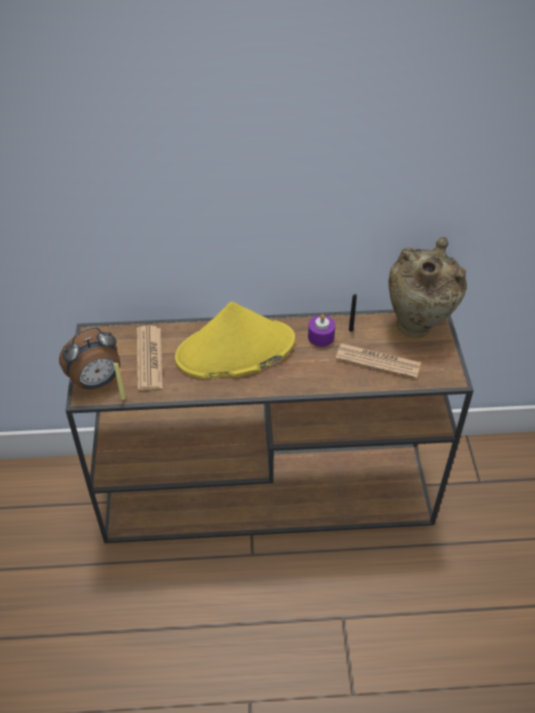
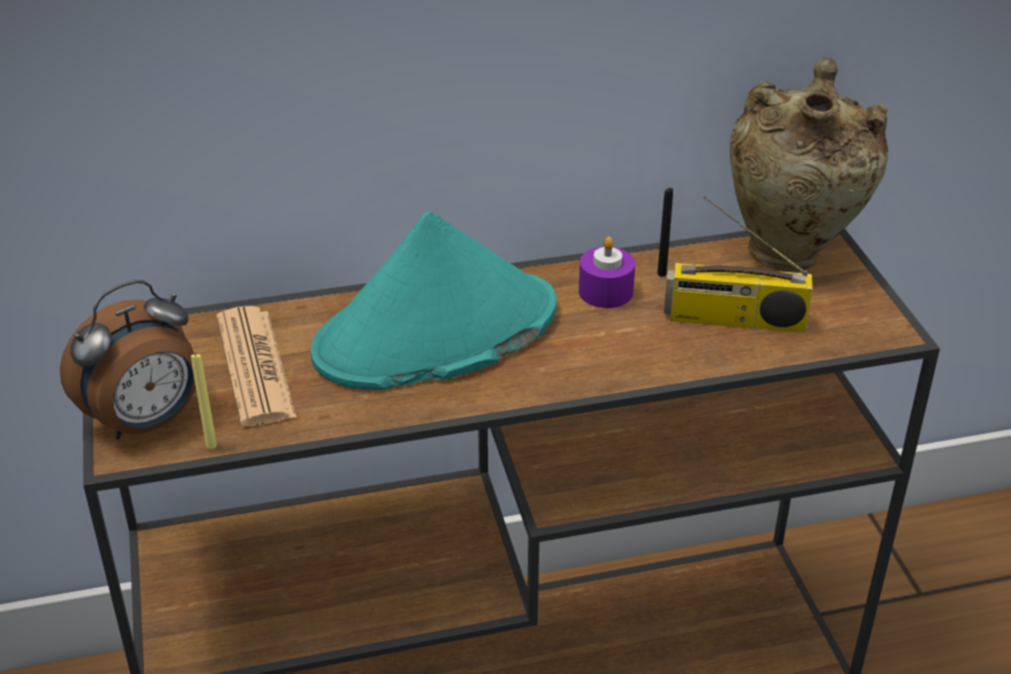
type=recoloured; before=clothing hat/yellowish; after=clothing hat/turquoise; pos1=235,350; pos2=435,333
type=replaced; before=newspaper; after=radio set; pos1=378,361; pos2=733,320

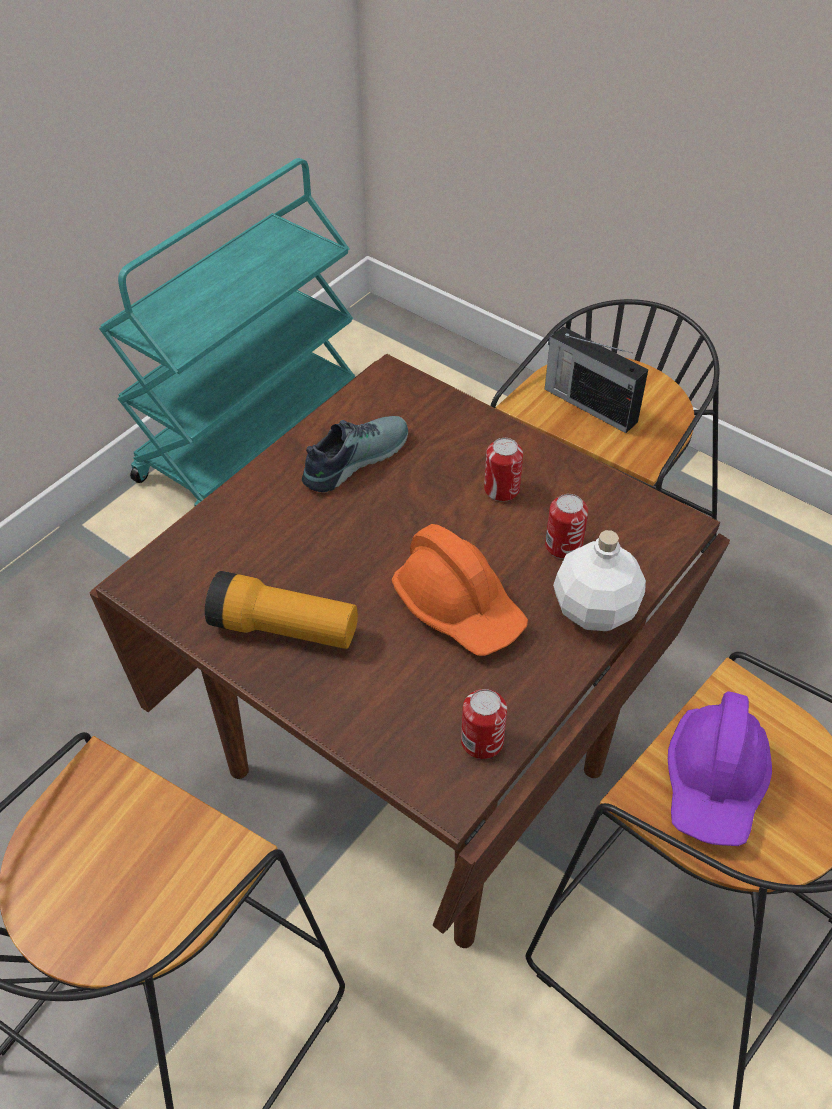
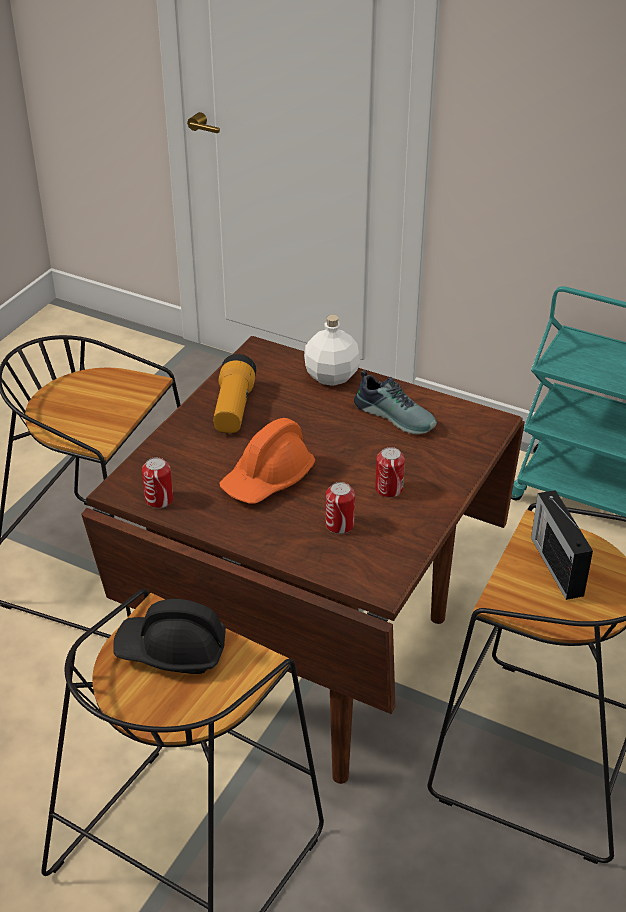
type=recoloured; before=safety helmet/purple; after=safety helmet/black; pos1=714,782; pos2=171,650
type=moved; before=beverage bottle/whitish; pos1=596,610; pos2=331,377
type=turned; before=radio set; pos1=589,404; pos2=556,565; turn=-45

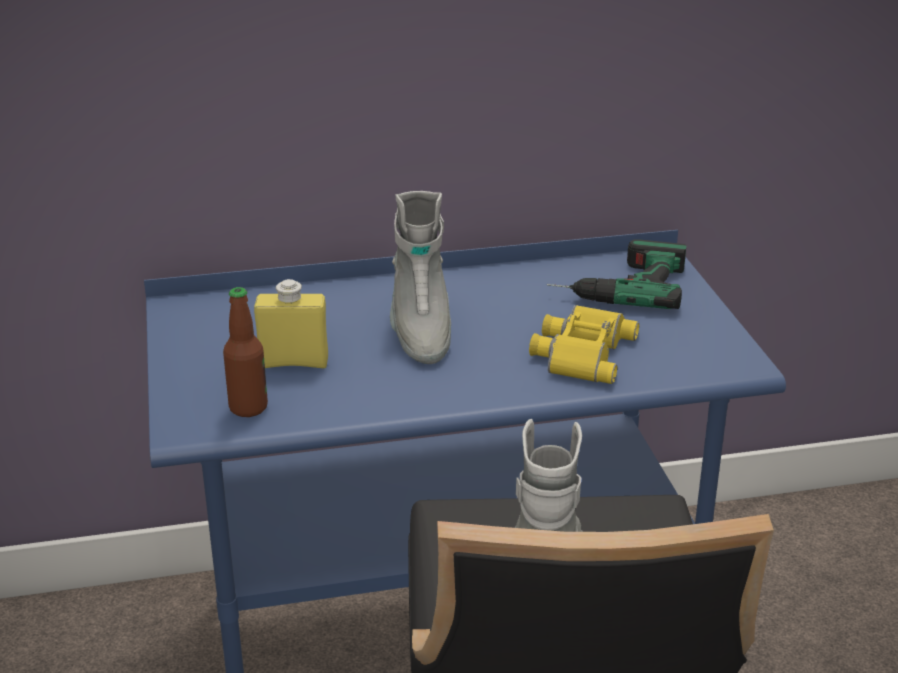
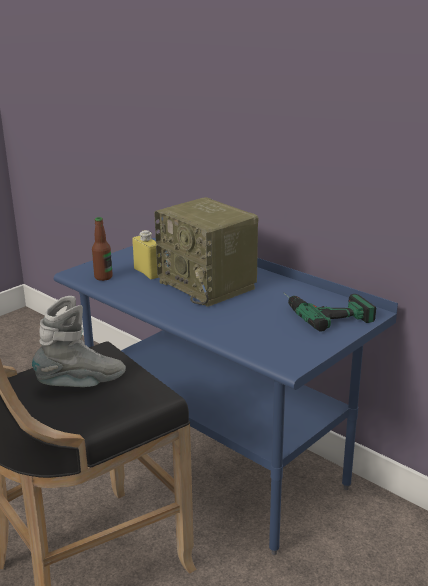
type=replaced; before=boot/grey; after=radio set; pos1=419,330; pos2=208,285
type=removed; before=pair of binoculars/yellowish; pos1=580,352

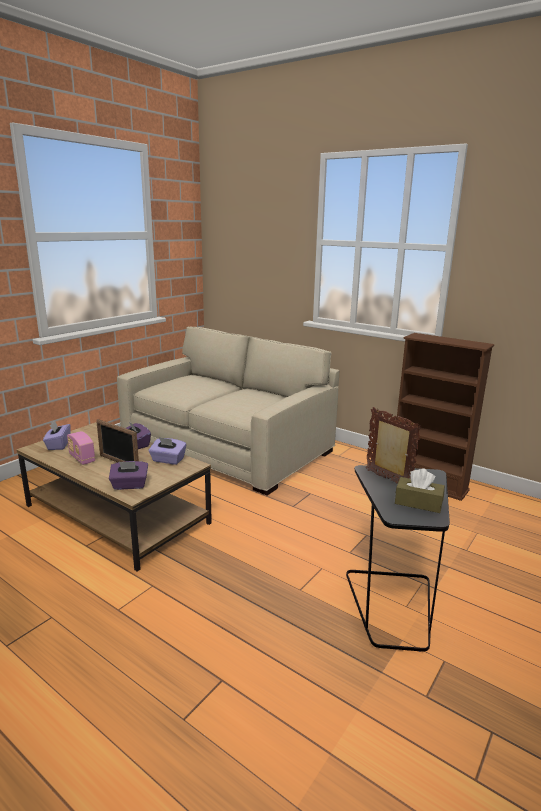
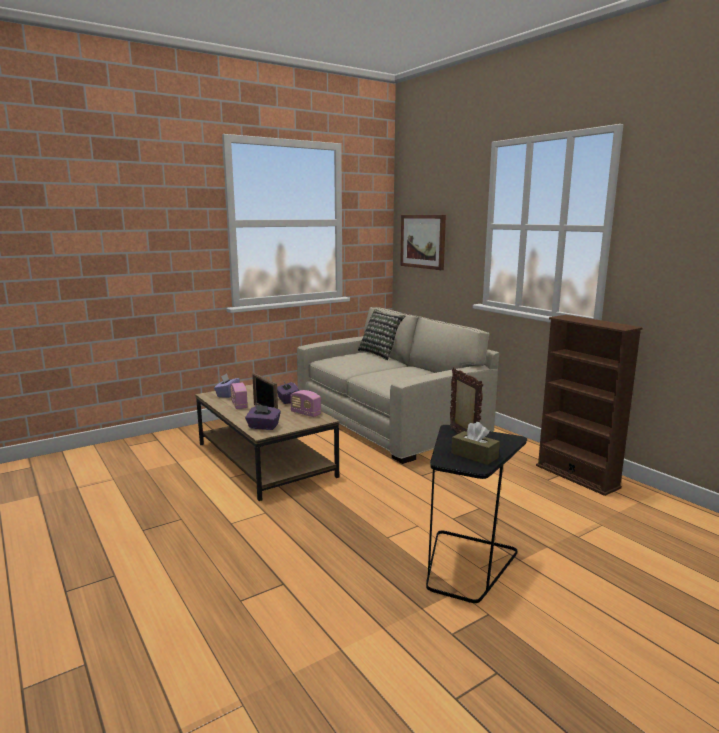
type=replaced; before=box of tissues/purple; after=radio set; pos1=168,460; pos2=305,413
type=added; after=throw pillow; pos2=381,353
type=added; after=wall picture; pos2=423,241

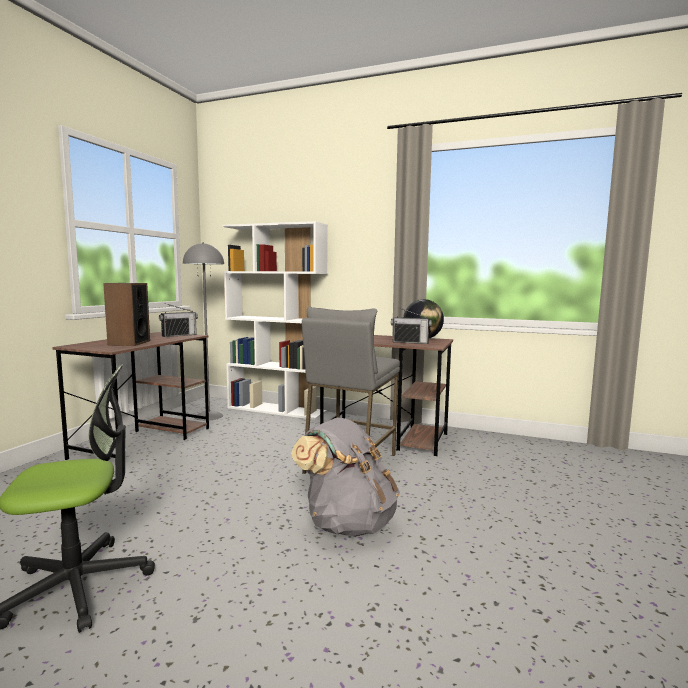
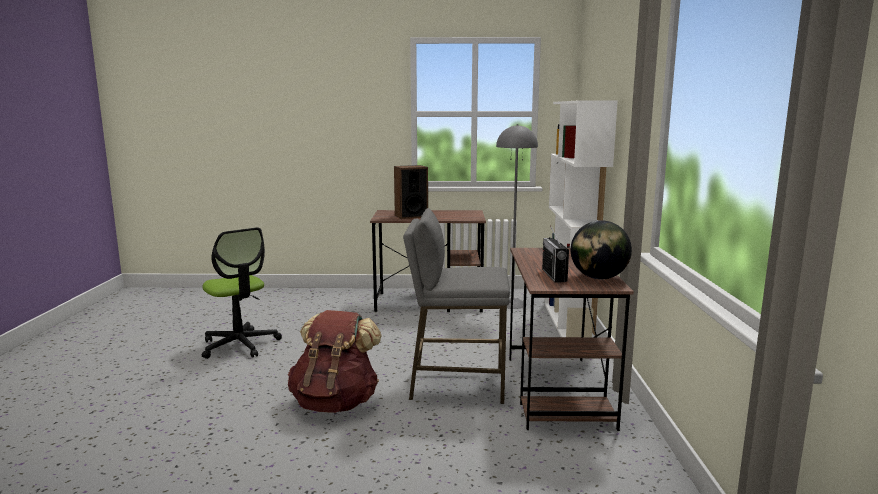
type=recoloured; before=rucksack/grey; after=rucksack/brown-coloured; pos1=347,523; pos2=336,403
type=removed; before=radio set; pos1=179,335

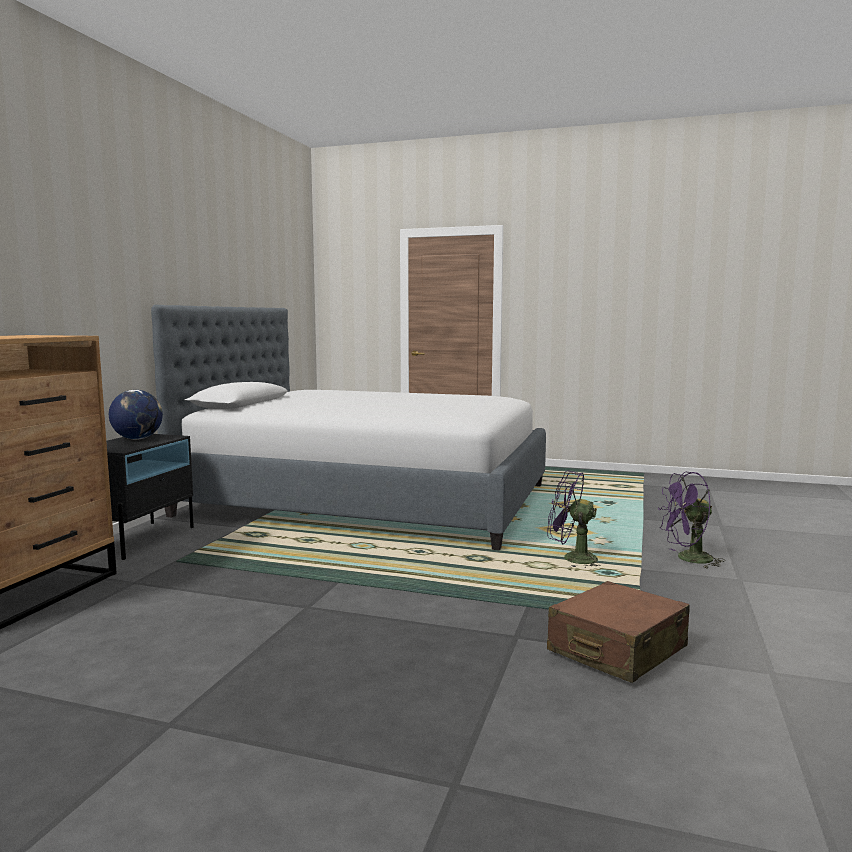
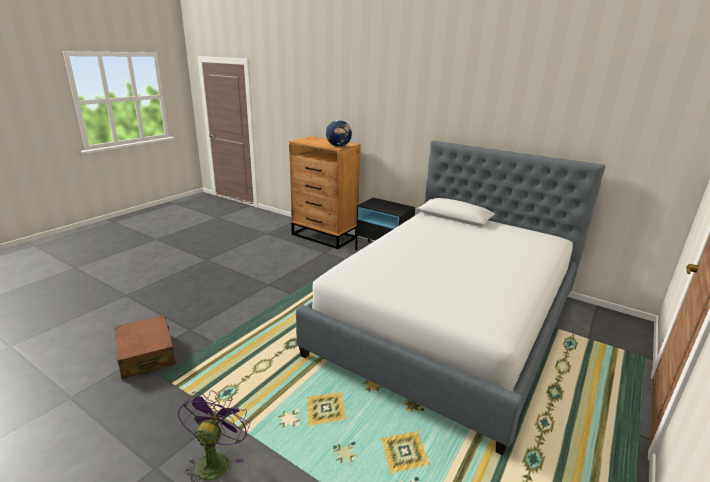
type=moved; before=world globe; pos1=137,439; pos2=338,146
type=removed; before=cooling fan/purple; pos1=572,559

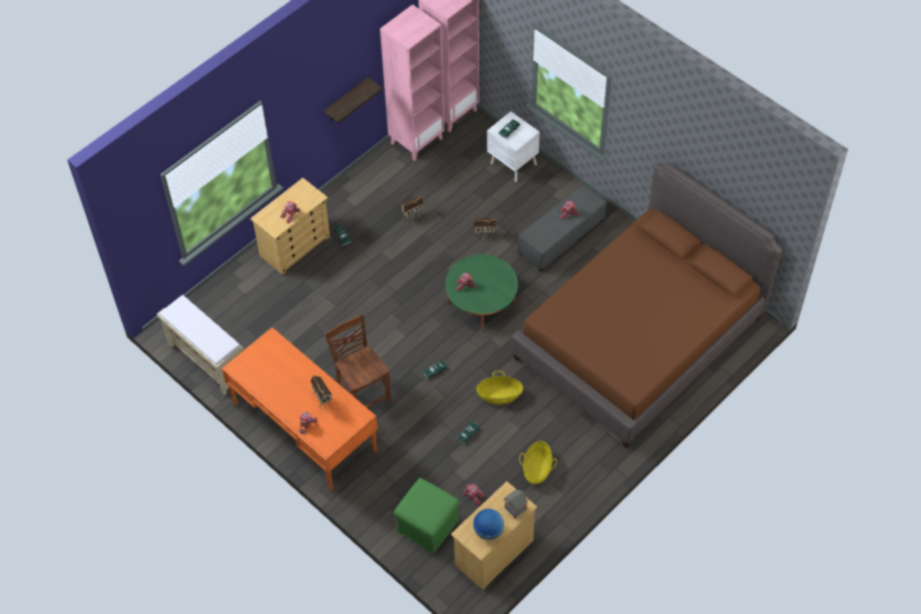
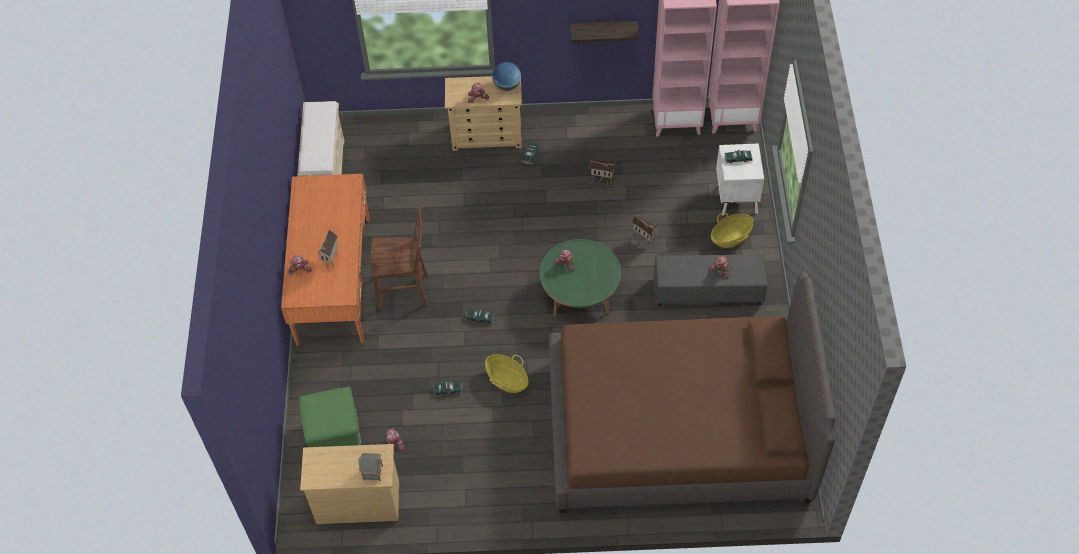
type=turned; before=upright chair/brown-coloured; pos1=362,394; pos2=404,291; turn=75
type=moved; before=world globe; pos1=488,531; pos2=507,86
type=moved; before=storage basket; pos1=537,469; pos2=730,237

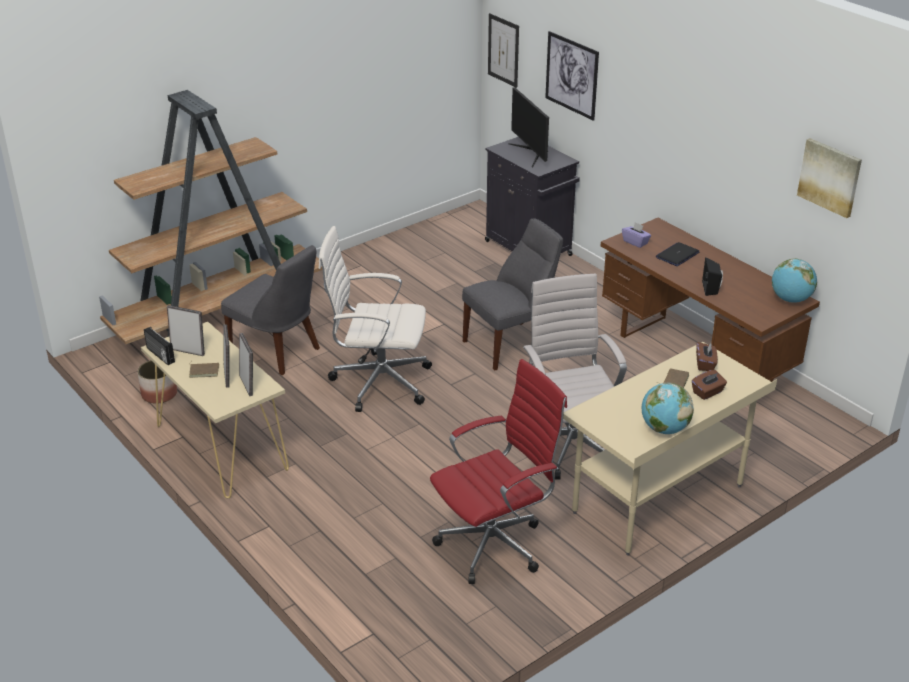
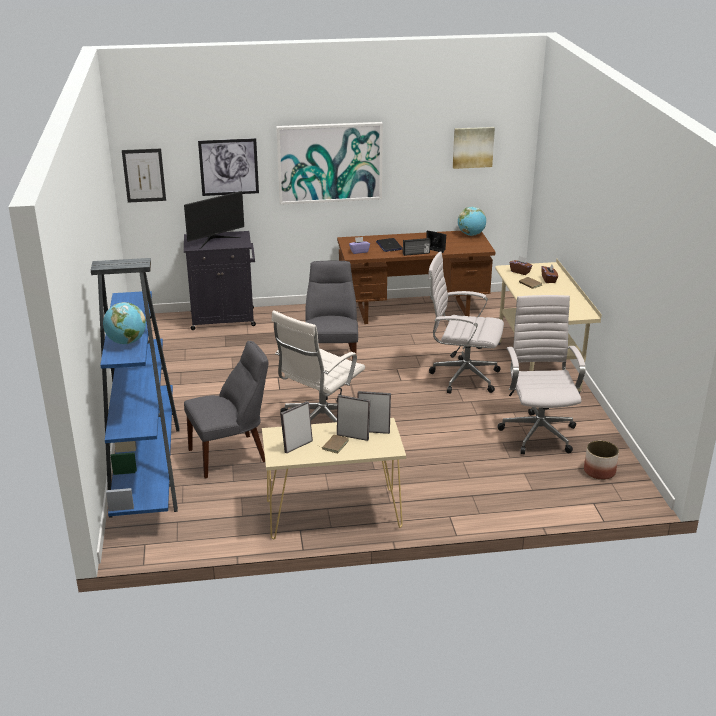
type=recoloured; before=bookshelf/brown-coloured; after=bookshelf/blue-coloured; pos1=221,316; pos2=146,468
type=moved; before=world globe; pos1=664,429; pos2=126,342
type=turned; before=computer screen; pos1=531,153; pos2=215,240; turn=-45
type=added; after=wall picture; pos2=330,162
type=moved; before=radio set; pos1=160,355; pos2=416,253
type=recoloured; before=desk chair/red-coloured; after=desk chair/whitish; pos1=495,544; pos2=538,432
type=moved; before=planter; pos1=159,394; pos2=599,471

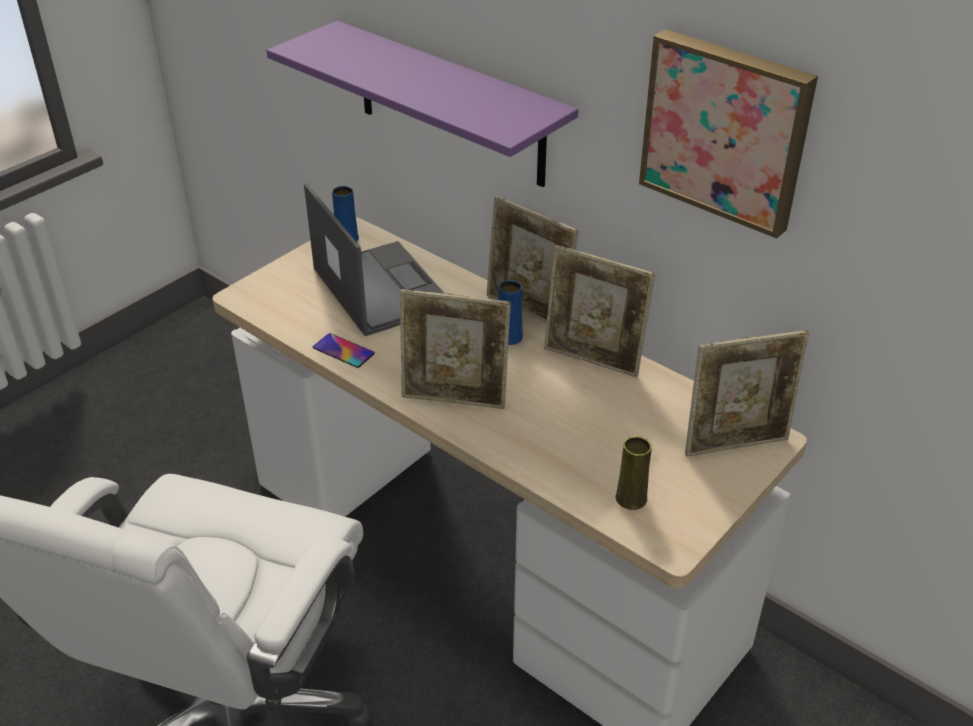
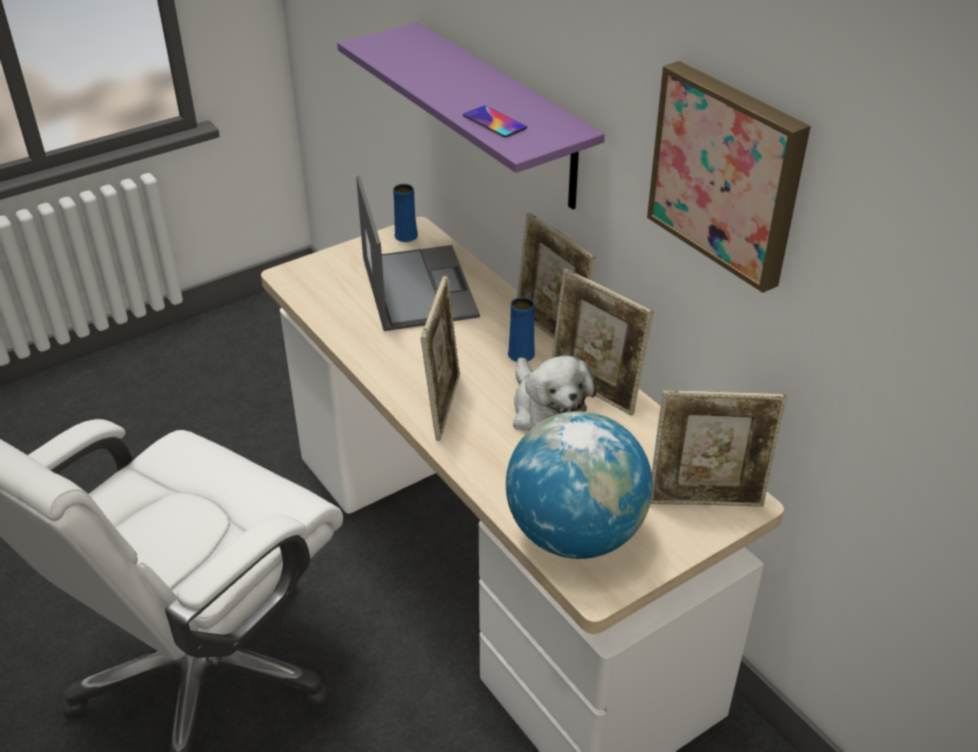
type=turned; before=photo frame; pos1=455,399; pos2=443,405; turn=-105
type=moved; before=handset; pos1=343,351; pos2=494,122
type=replaced; before=vase/yellowish; after=world globe; pos1=631,498; pos2=574,534
type=added; after=cuddly toy; pos2=547,413

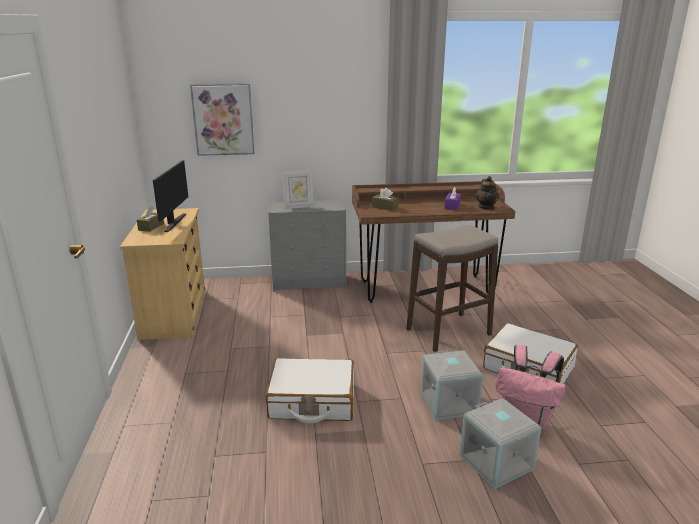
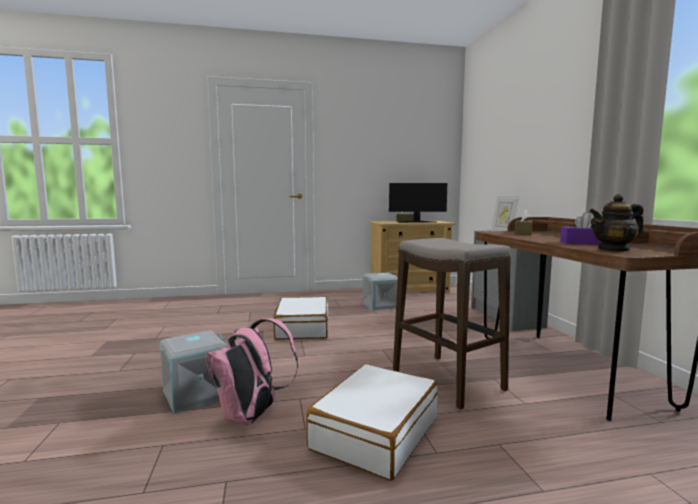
type=moved; before=storage box/grey; pos1=450,403; pos2=380,305
type=removed; before=wall picture; pos1=223,119

